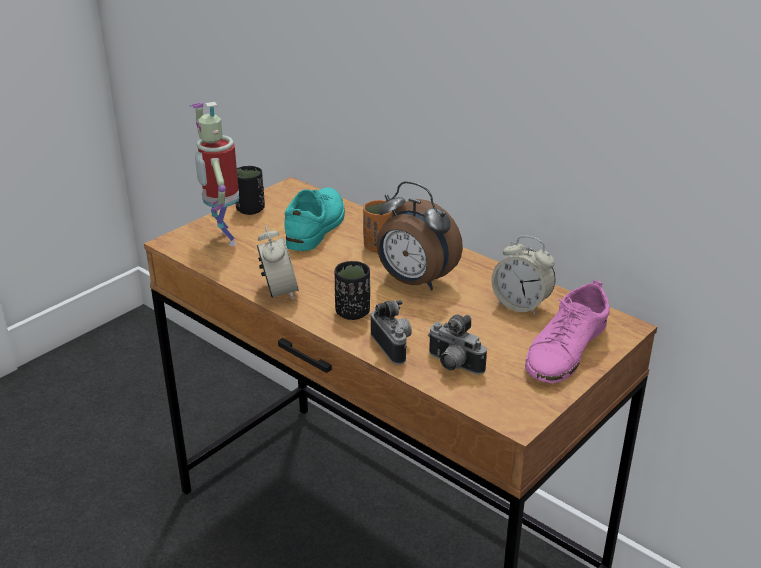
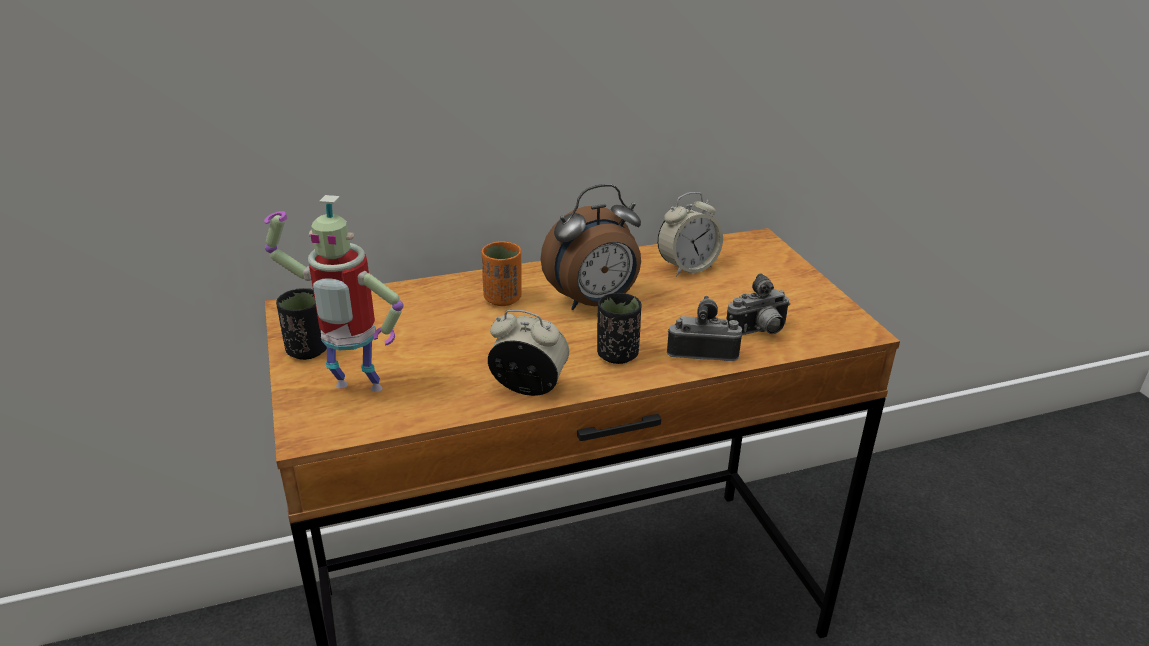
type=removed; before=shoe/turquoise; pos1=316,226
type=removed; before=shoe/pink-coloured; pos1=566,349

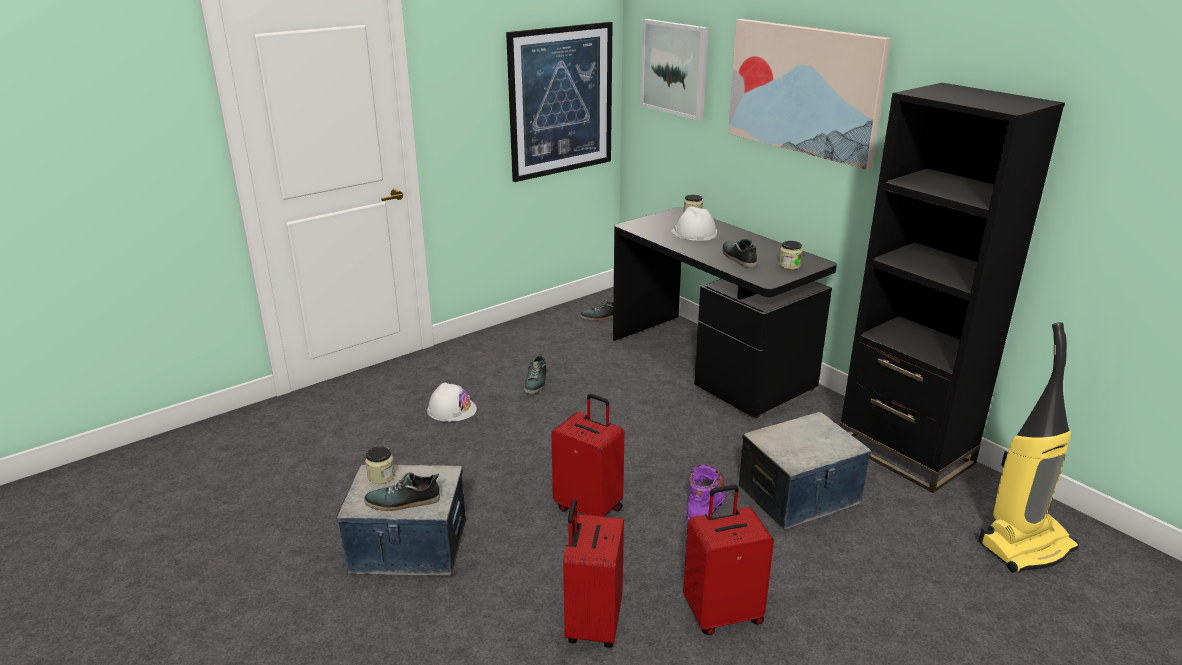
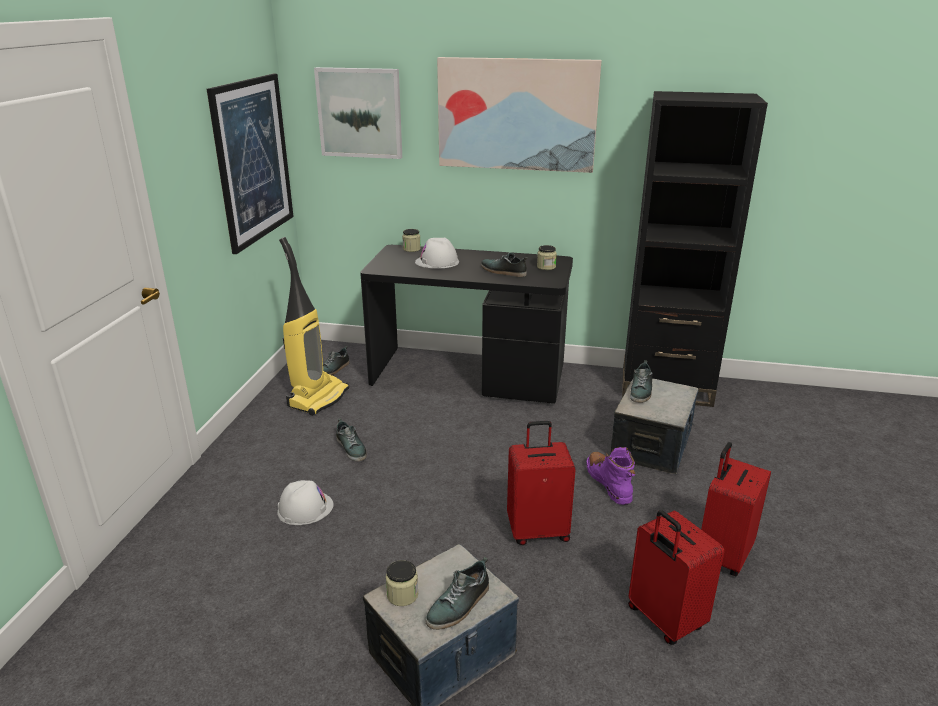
type=moved; before=vacuum; pos1=1025,545; pos2=318,398
type=added; after=shoe; pos2=641,391

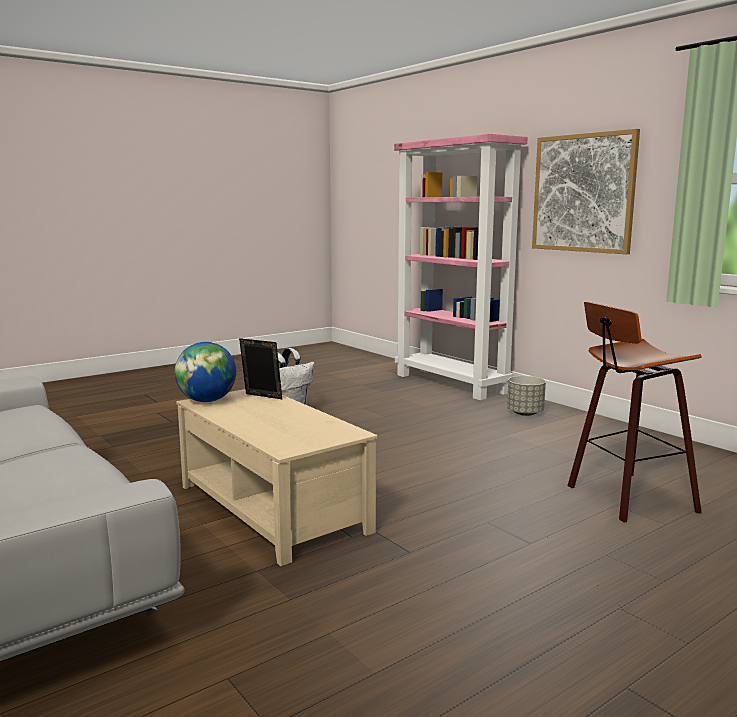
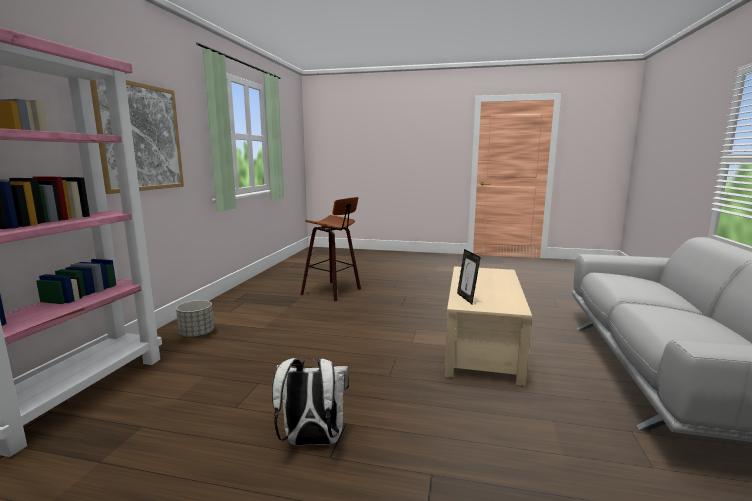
type=removed; before=world globe; pos1=207,401

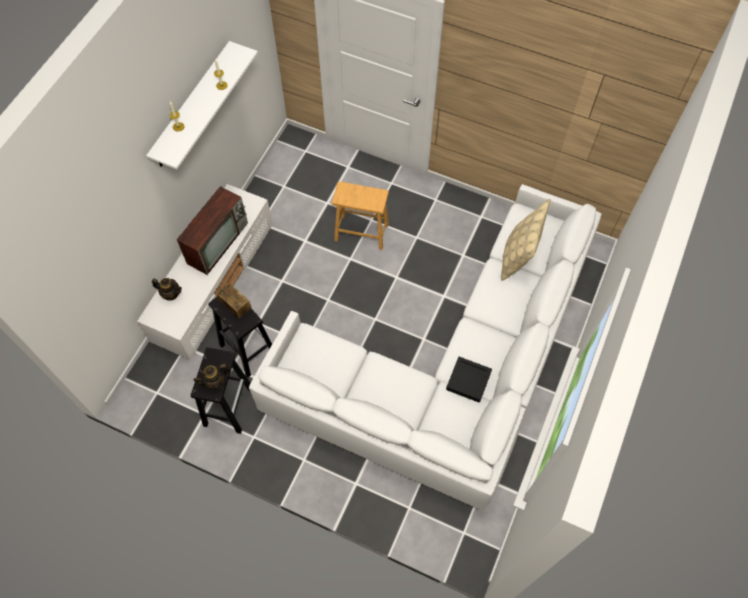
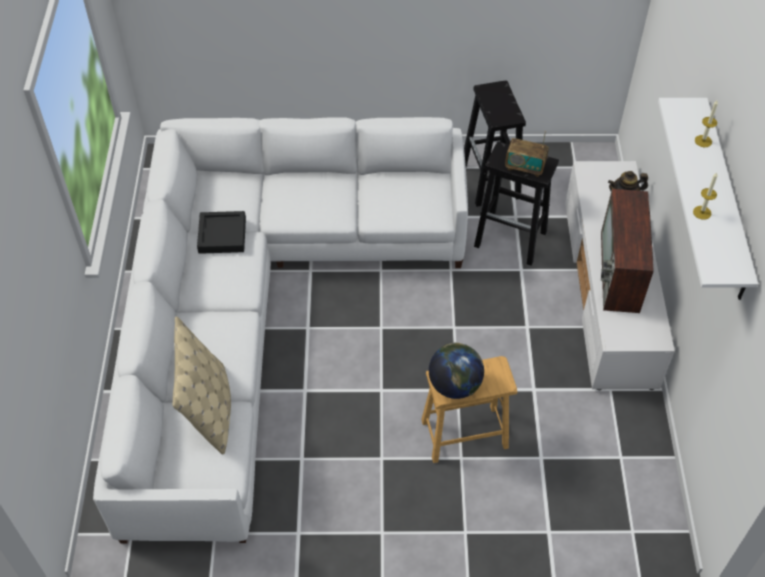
type=added; after=world globe; pos2=455,385
type=removed; before=pot for tea; pos1=215,381

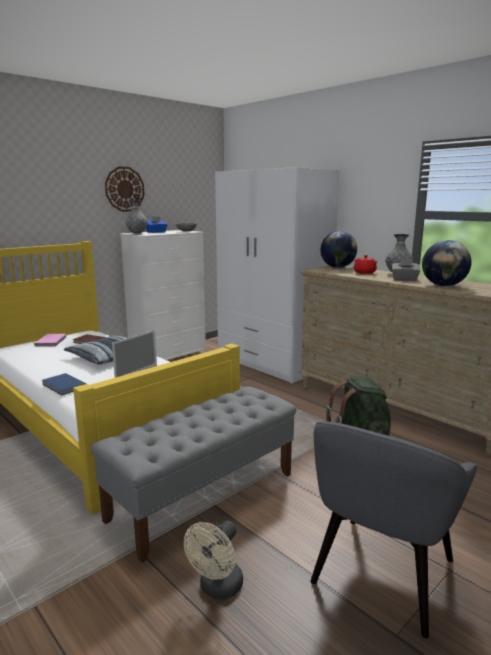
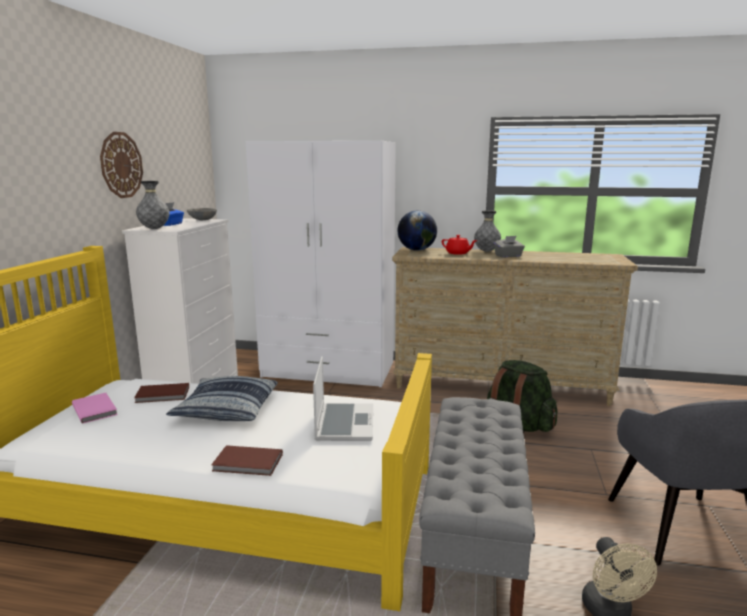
type=recoloured; before=bound book/blue-coloured; after=bound book/brown-coloured; pos1=63,386; pos2=248,463
type=removed; before=world globe; pos1=443,285

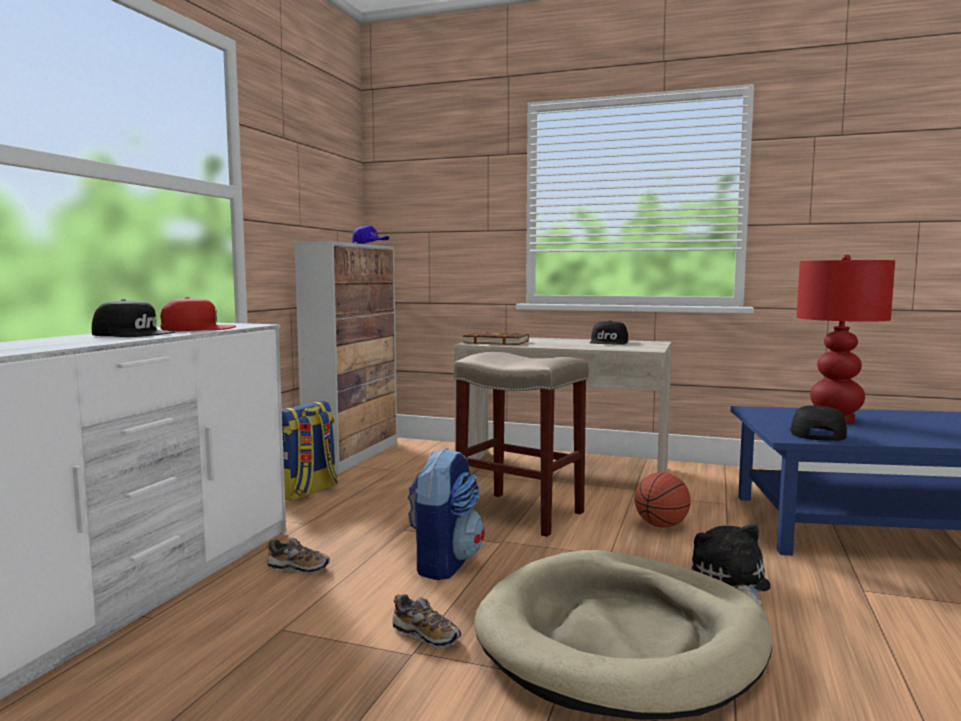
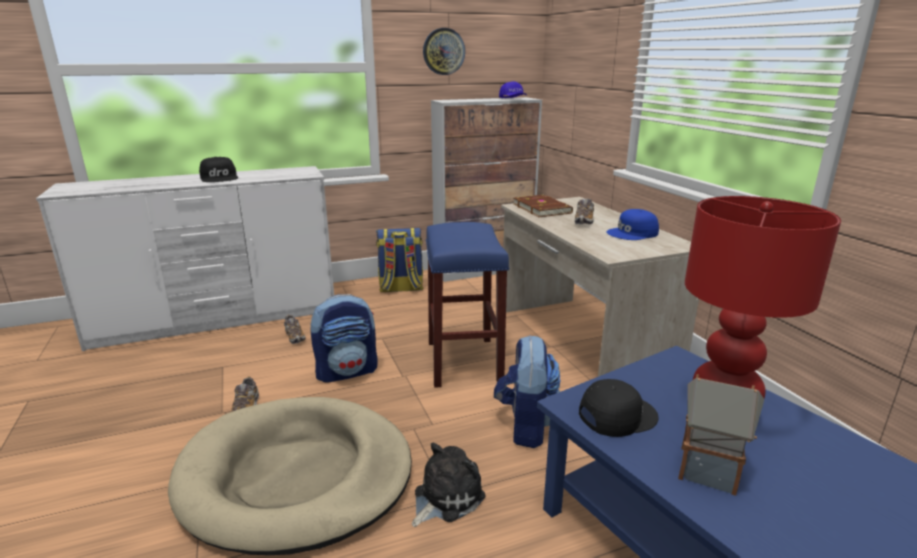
type=added; after=hanging clock; pos2=443,51
type=recoloured; before=stool seat/beige; after=stool seat/blue-coloured; pos1=518,513; pos2=463,361
type=replaced; before=ball for basketball; after=rucksack; pos1=661,525; pos2=526,426
type=added; after=shoe; pos2=584,221
type=recoloured; before=cap/black; after=cap/blue-coloured; pos1=609,342; pos2=633,233
type=added; after=toy house; pos2=709,470
type=removed; before=cap/red-coloured; pos1=197,328

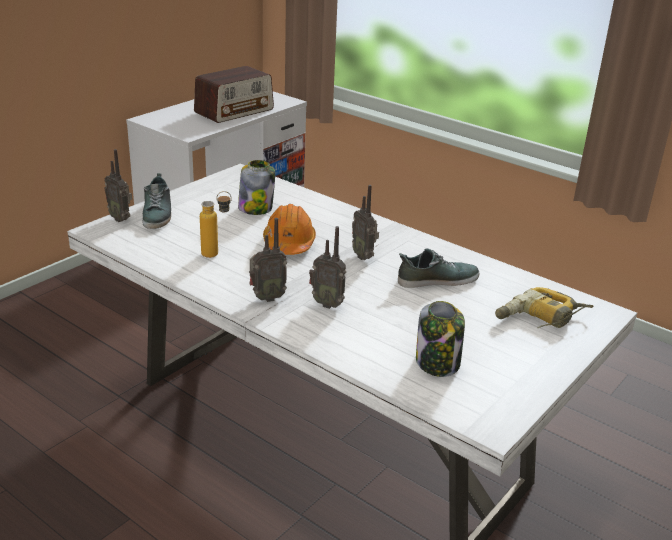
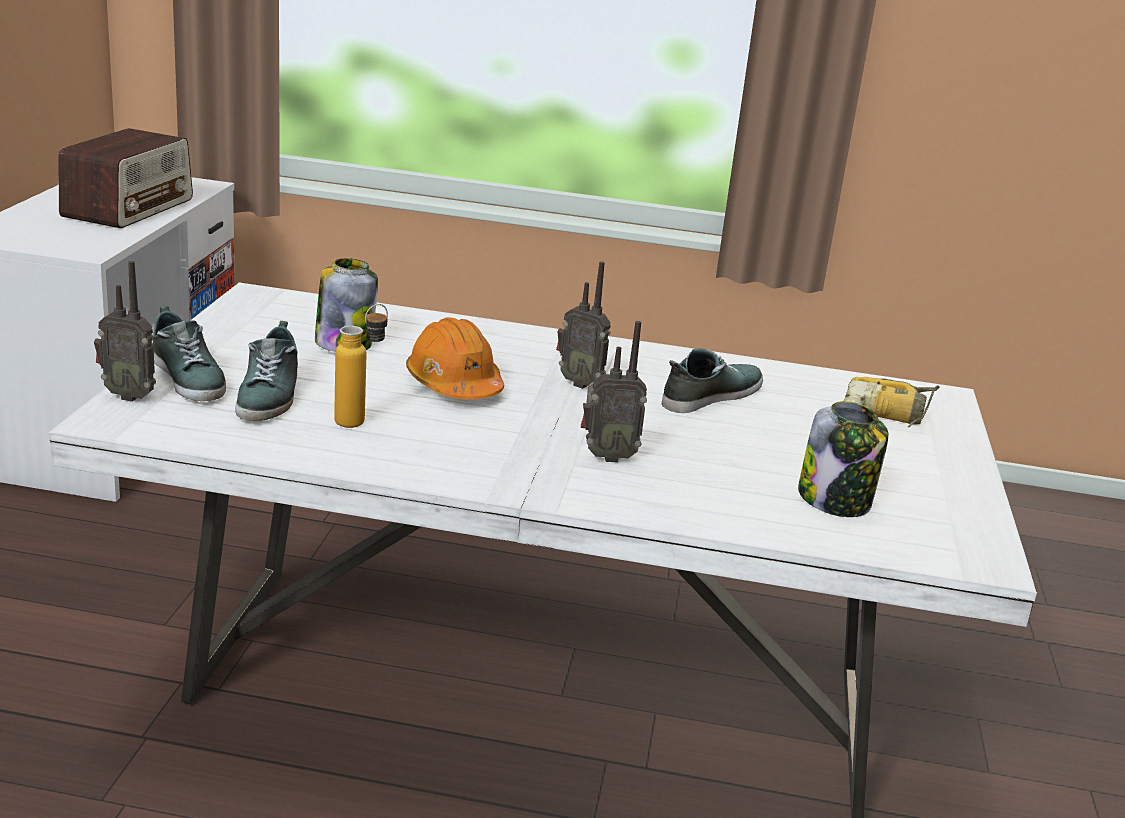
type=added; after=shoe; pos2=270,396
type=removed; before=radio set; pos1=266,298

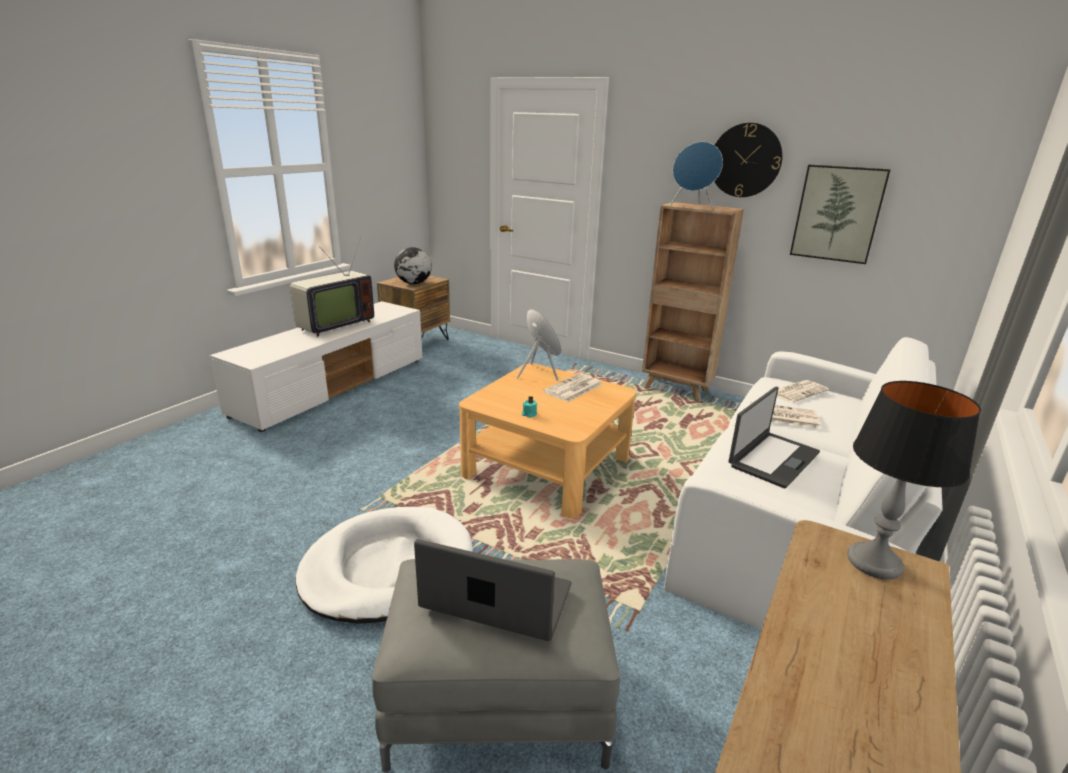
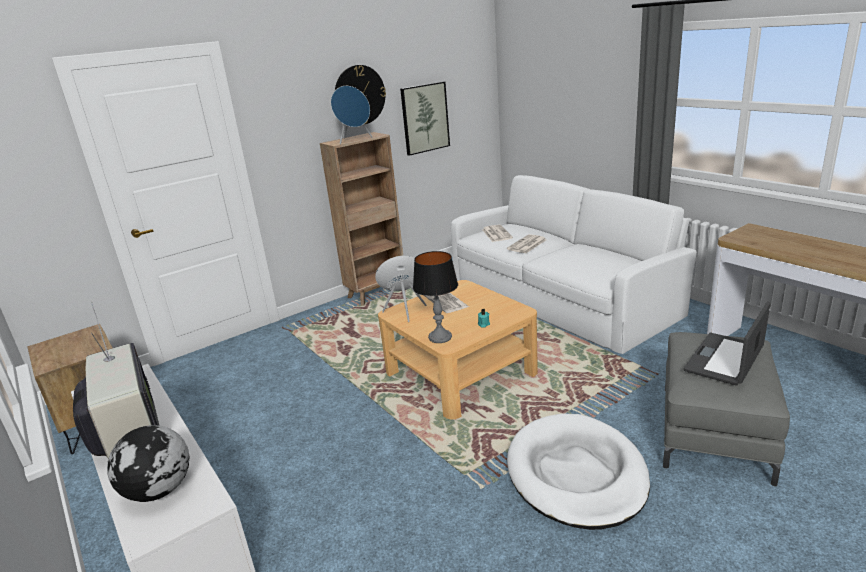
type=moved; before=world globe; pos1=413,283; pos2=159,491
type=moved; before=tabletop lamp; pos1=874,562; pos2=440,337
type=removed; before=portable computer; pos1=772,459

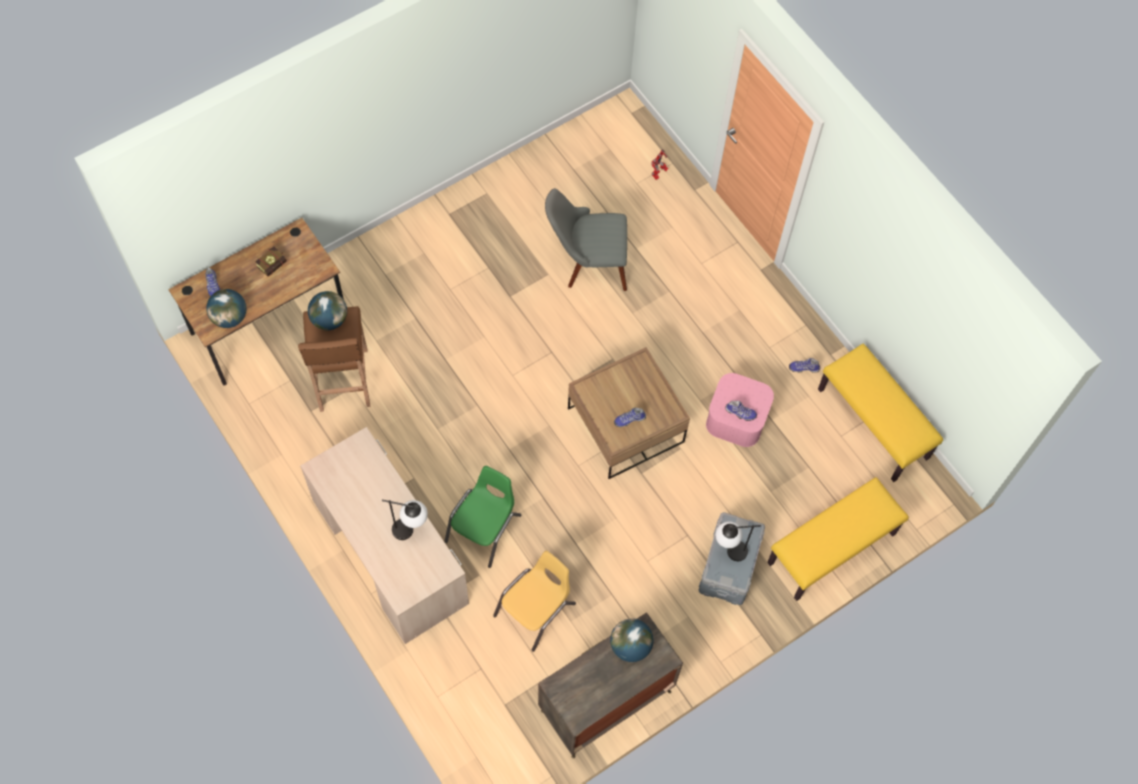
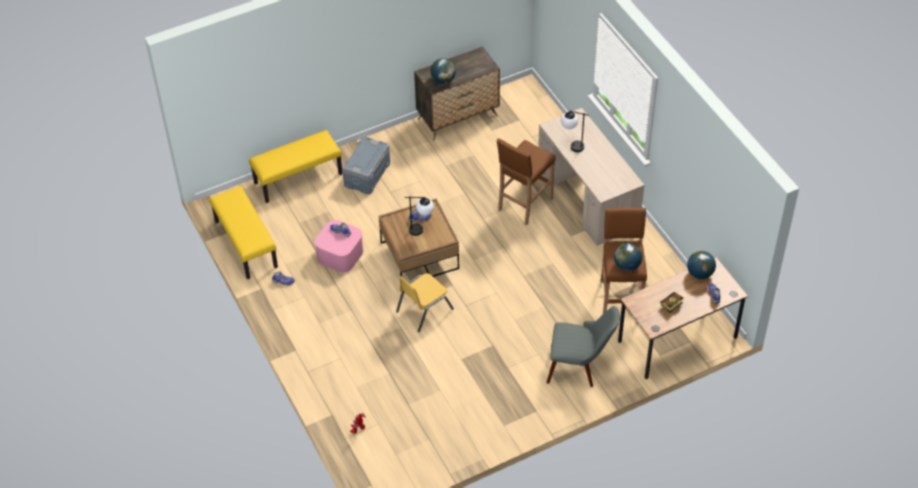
type=moved; before=upright chair/yellowish; pos1=536,610; pos2=424,310
type=moved; before=tabletop lamp; pos1=728,552; pos2=422,230
type=replaced; before=upright chair/green-coloured; after=stool seat/brown-coloured; pos1=484,528; pos2=524,205
type=moved; before=upright chair/grey; pos1=587,263; pos2=580,366

